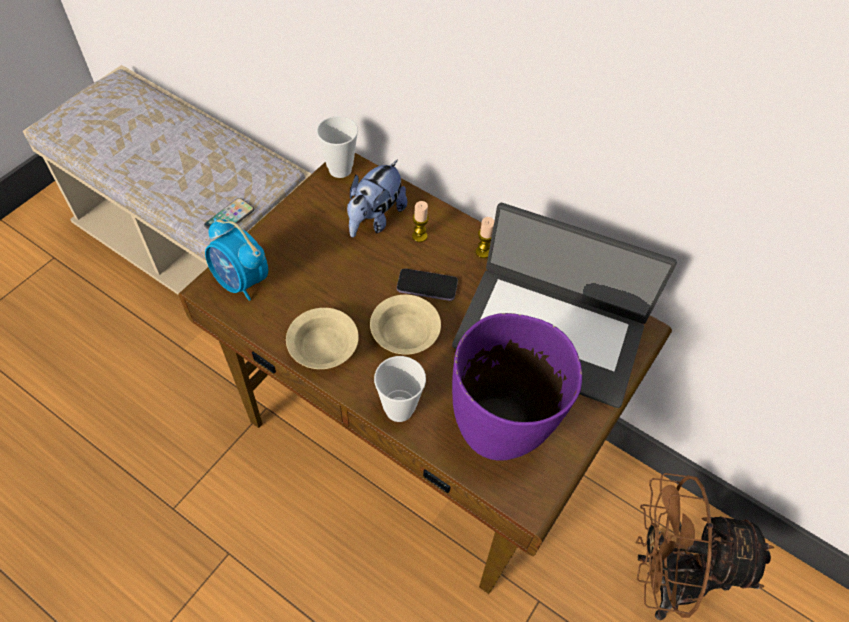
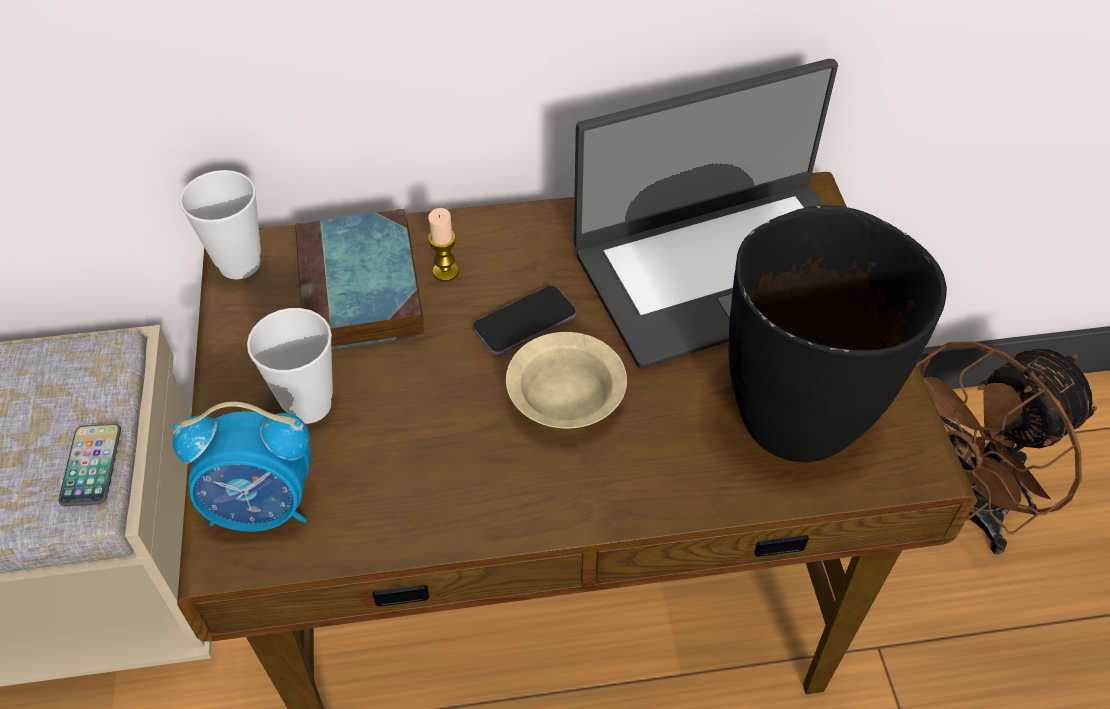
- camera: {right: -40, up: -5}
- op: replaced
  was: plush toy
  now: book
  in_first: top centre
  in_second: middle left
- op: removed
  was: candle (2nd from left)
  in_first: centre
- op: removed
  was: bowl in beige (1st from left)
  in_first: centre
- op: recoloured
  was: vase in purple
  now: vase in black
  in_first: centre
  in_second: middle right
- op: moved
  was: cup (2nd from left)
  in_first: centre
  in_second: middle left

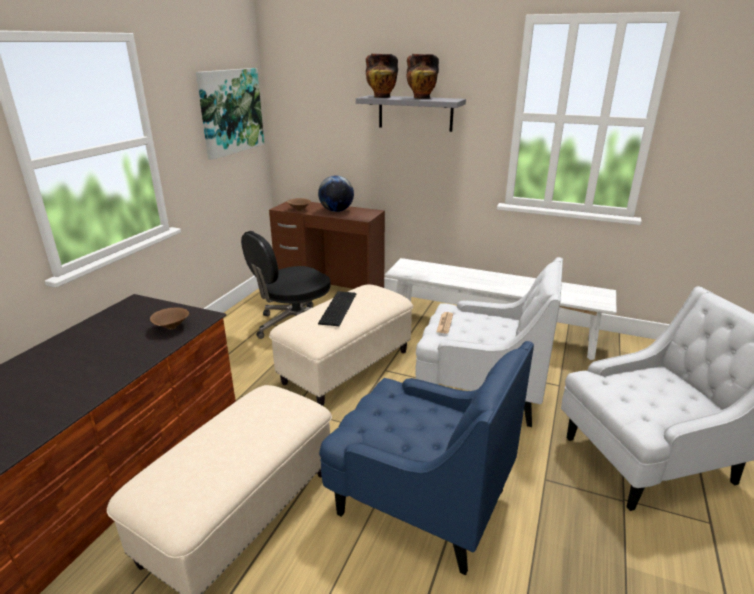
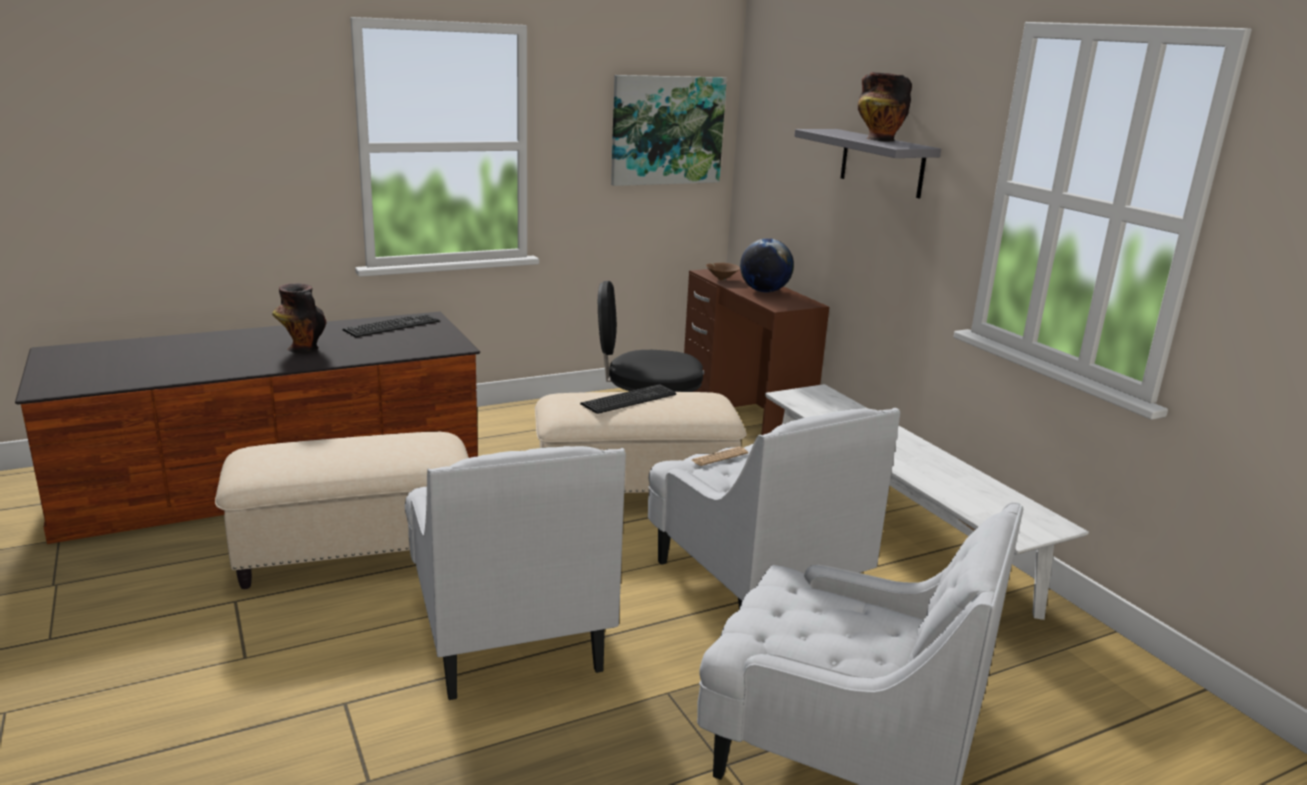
- camera: {right: 40, up: -5}
- op: moved
  was: vase (1st from left)
  in_first: top centre
  in_second: middle left
- op: removed
  was: bowl in brown (1st from left)
  in_first: middle left
- op: recoloured
  was: armchair in blue
  now: armchair in white (1st from left)
  in_first: bottom centre
  in_second: bottom centre
- op: added
  now: keyboard (1st from left)
  in_second: middle left

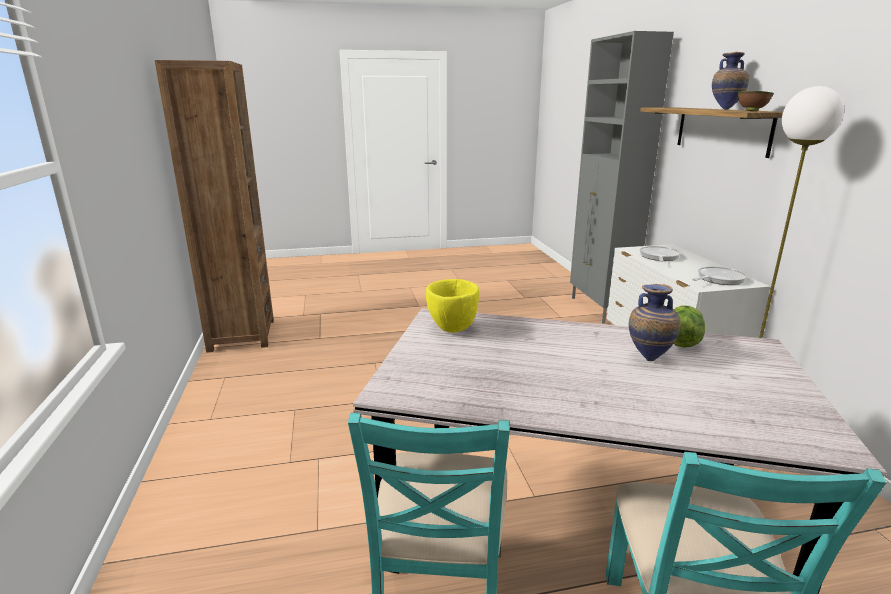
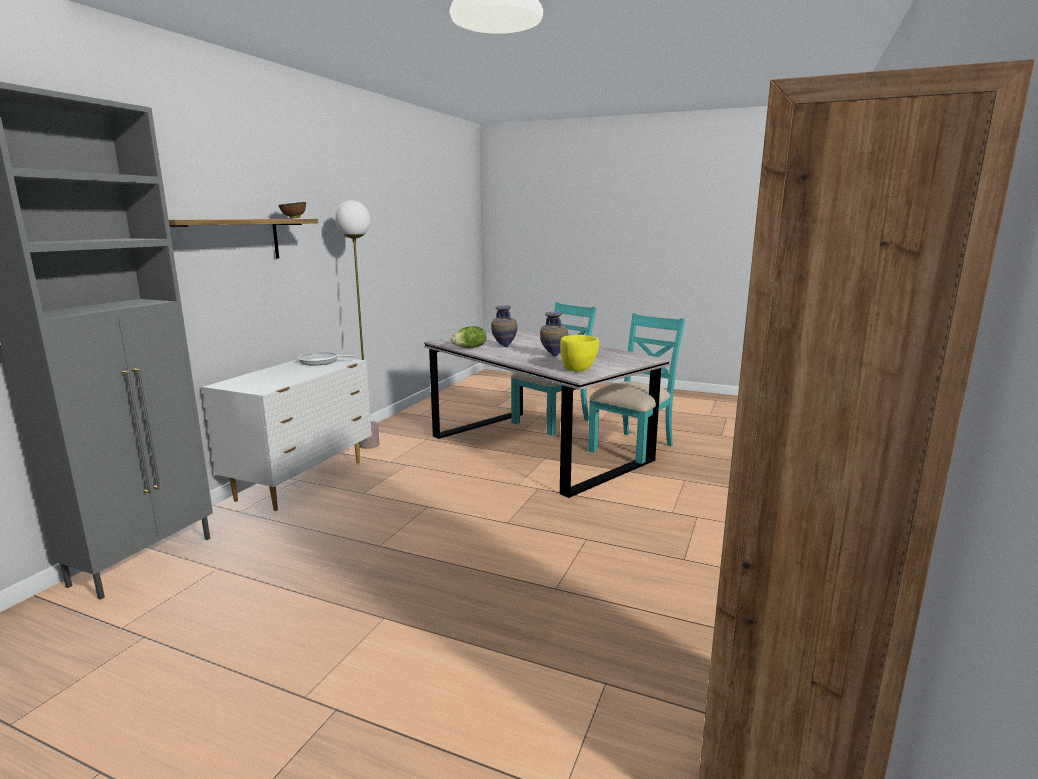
- camera: {right: -145, up: -5}
- op: moved
  was: vase (2nd from left)
  in_first: top right
  in_second: centre
- op: removed
  was: frying pan (1st from left)
  in_first: middle right

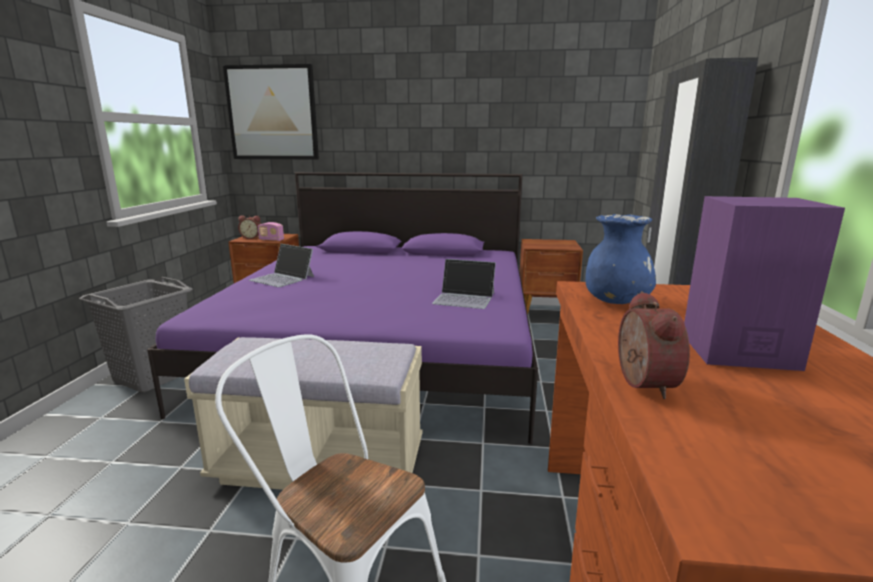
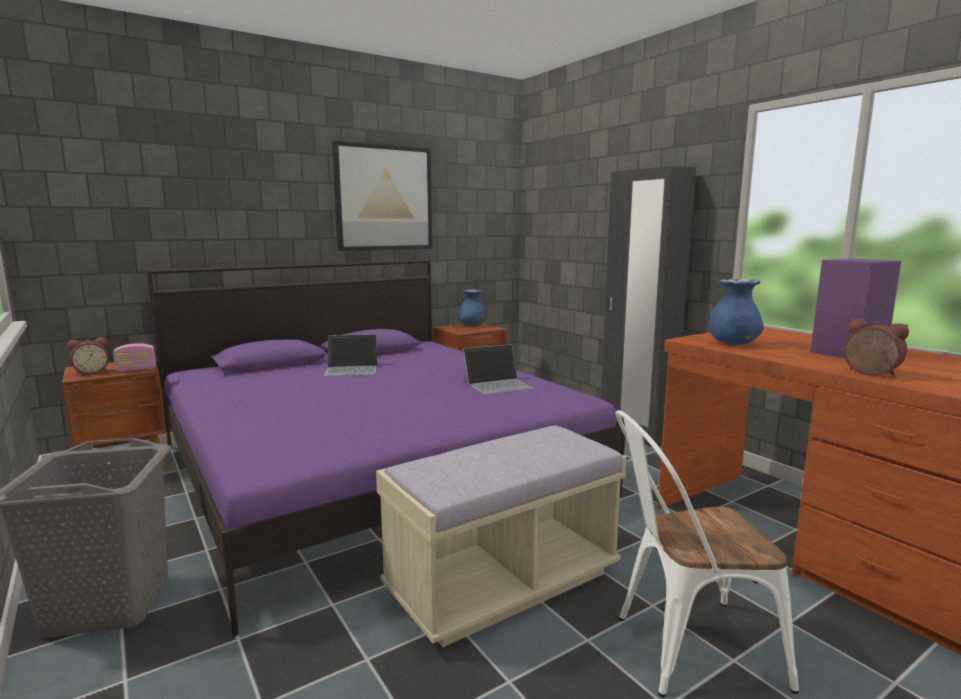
- camera: {right: -40, up: -5}
- op: moved
  was: picture
  in_first: top left
  in_second: top centre
- op: moved
  was: laptop (1st from left)
  in_first: middle left
  in_second: centre
- op: added
  now: vase in blue (1st from left)
  in_second: centre

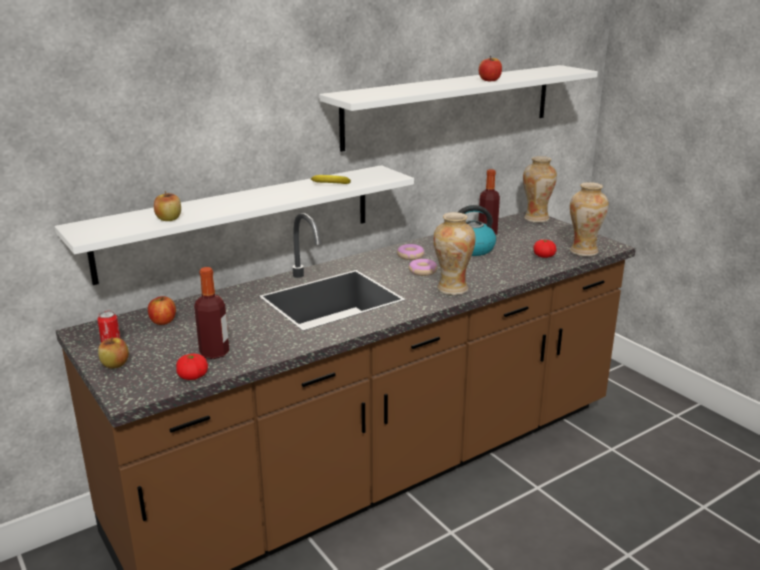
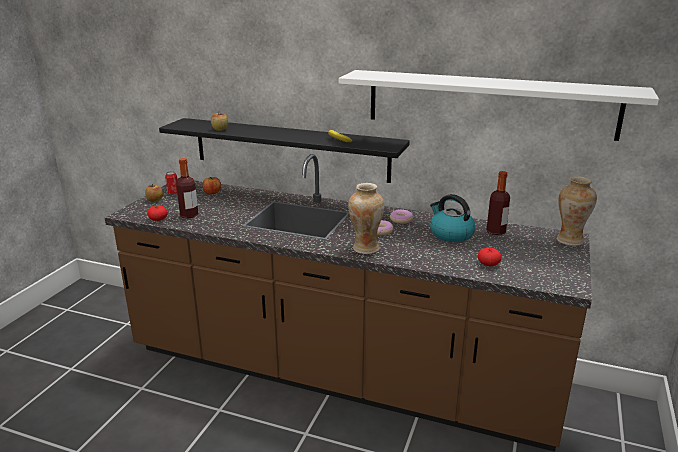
- camera: {right: 55, up: 0}
- op: removed
  was: apple (4th from left)
  in_first: top centre
- op: recoloured
  was: shelf in white (1st from left)
  now: shelf in black
  in_first: middle left
  in_second: top centre
- op: removed
  was: vase (3rd from left)
  in_first: middle right

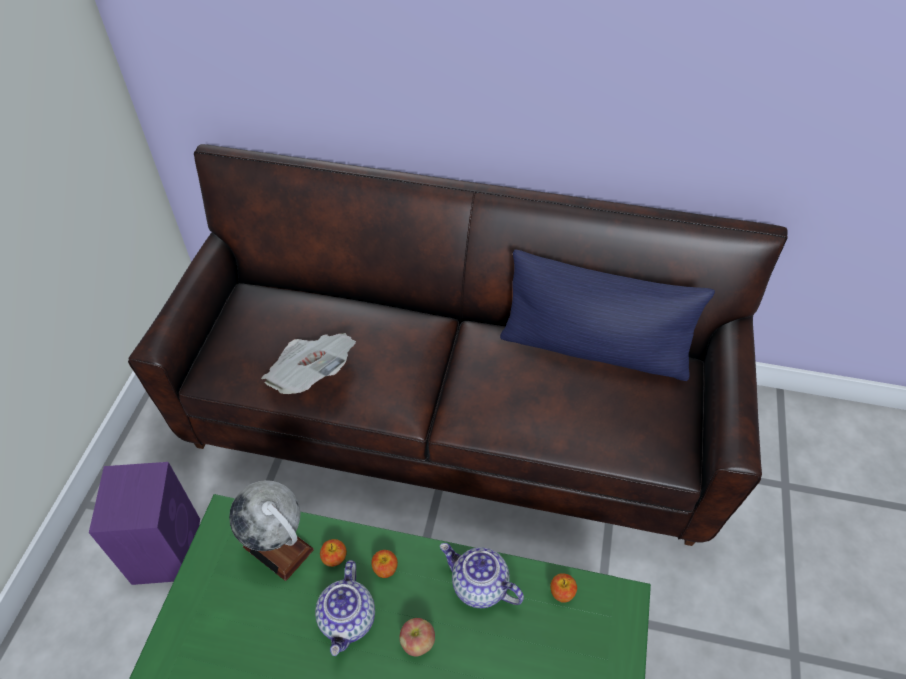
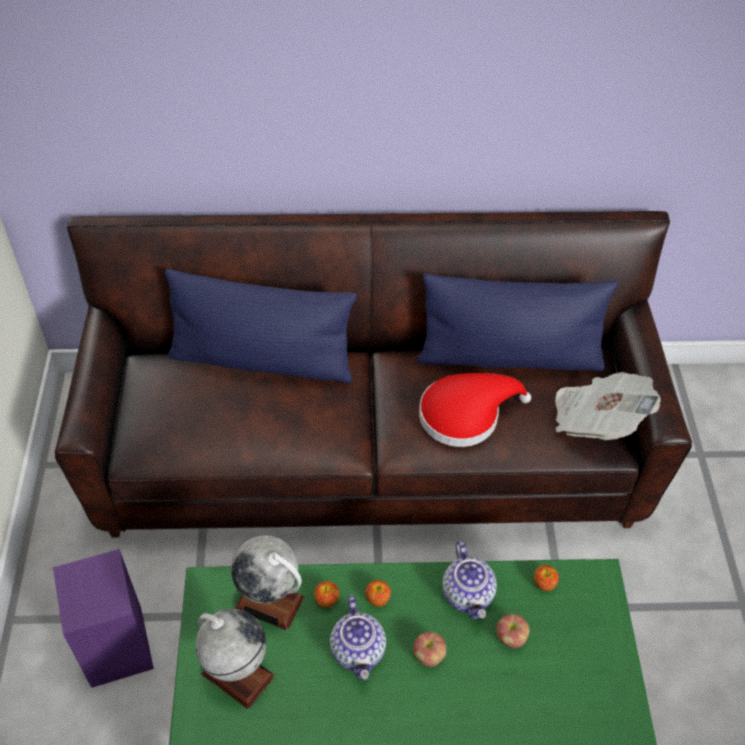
- camera: {right: -15, up: 0}
- op: moved
  was: newspaper
  in_first: centre
  in_second: middle right
- op: turned
  was: teapot (2nd from left)
  in_first: bottom centre
  in_second: bottom centre
  clockwise: -120
- op: added
  now: pillow in blue (1st from left)
  in_second: centre
- op: added
  now: hat in red
  in_second: centre
- op: added
  now: globe (1st from left)
  in_second: bottom left
- op: added
  now: apple (4th from left)
  in_second: bottom right

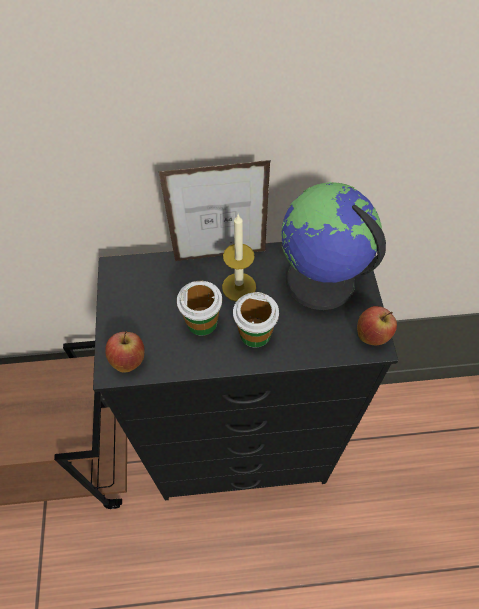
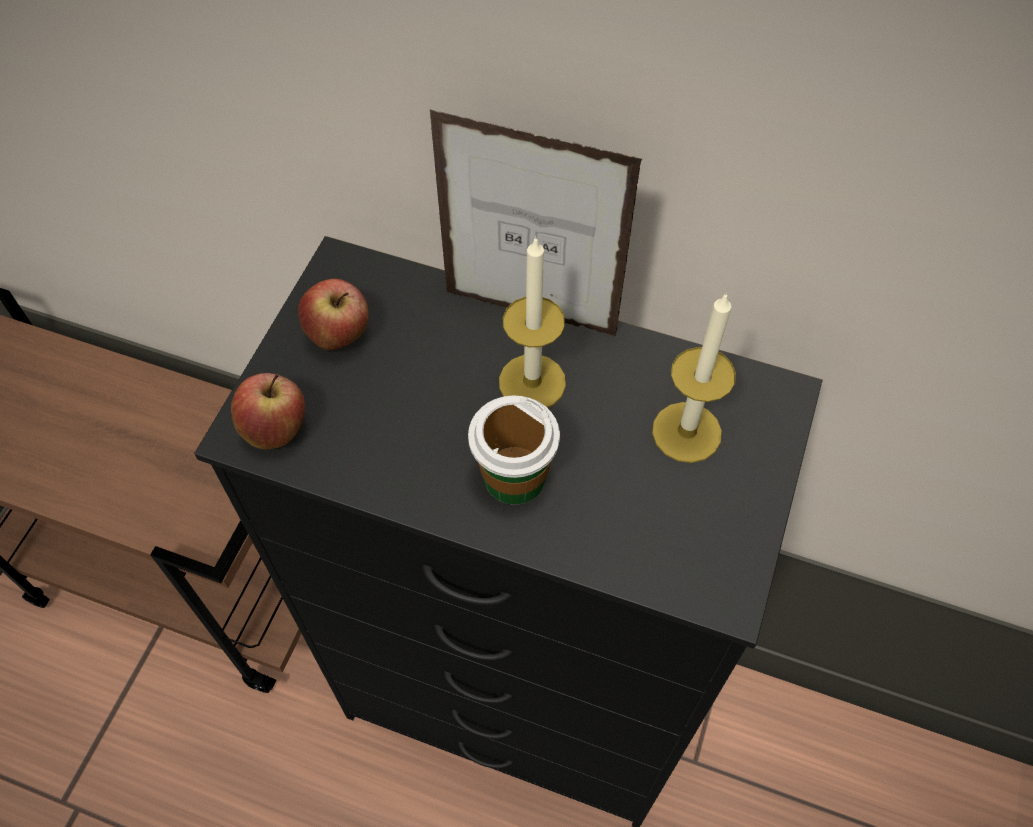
- camera: {right: 25, up: 0}
- op: replaced
  was: globe
  now: candle (2nd from left)
  in_first: middle right
  in_second: middle right
- op: removed
  was: cup (1st from left)
  in_first: centre
- op: moved
  was: apple (2nd from left)
  in_first: middle right
  in_second: middle left

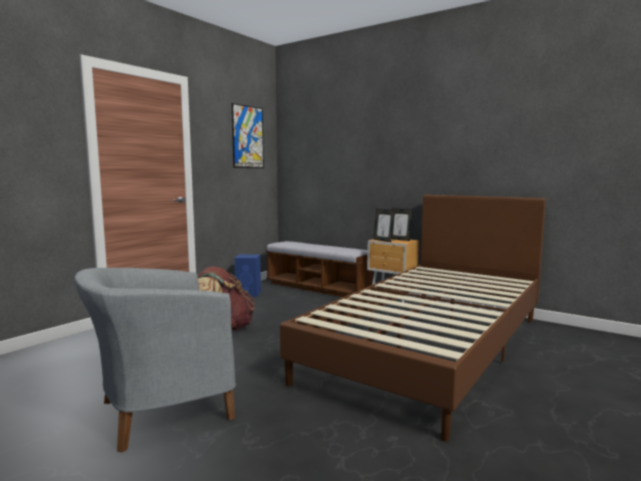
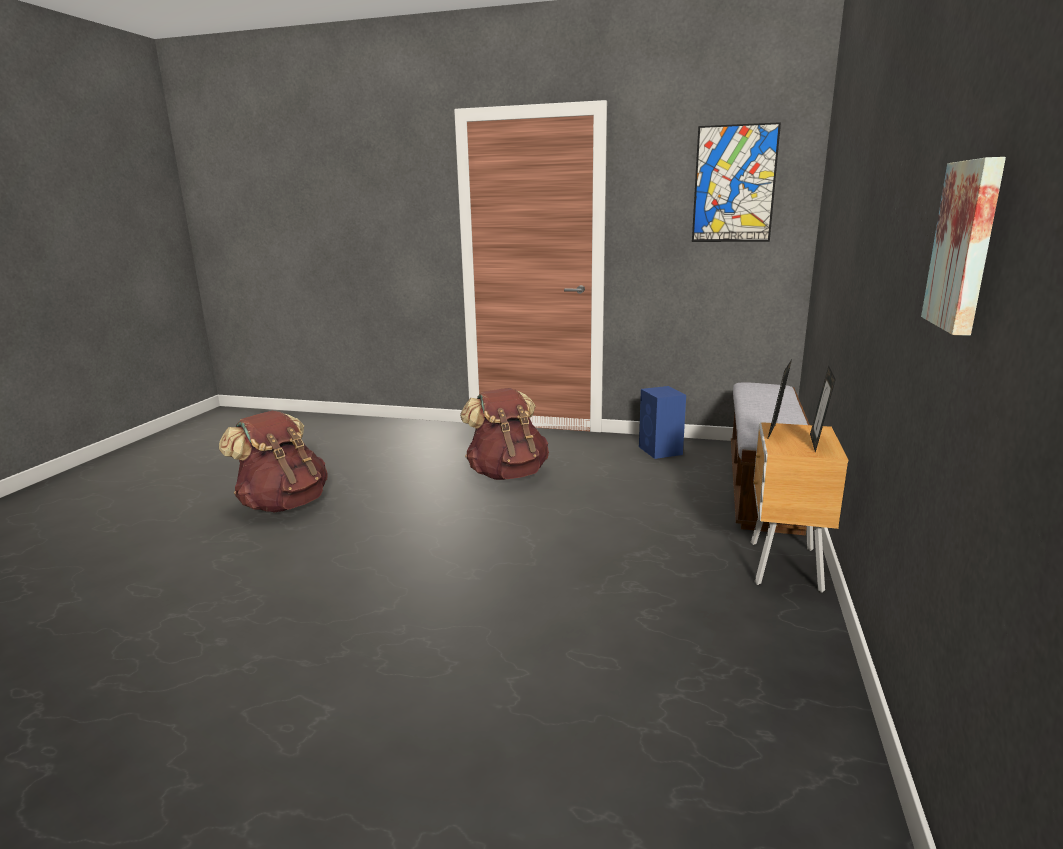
- camera: {right: 70, up: 10}
- op: removed
  was: bed in brown
  in_first: centre
- op: replaced
  was: armchair in grey
  now: backpack in brown (1st from left)
  in_first: bottom left
  in_second: middle left
- op: added
  now: picture (2nd from left)
  in_second: top right

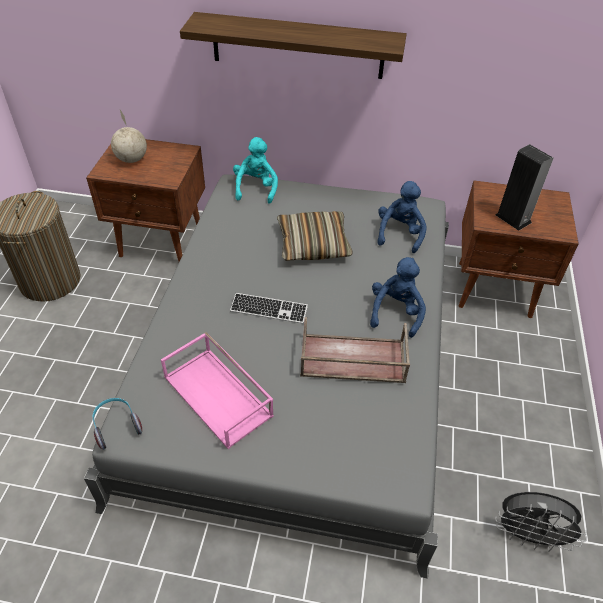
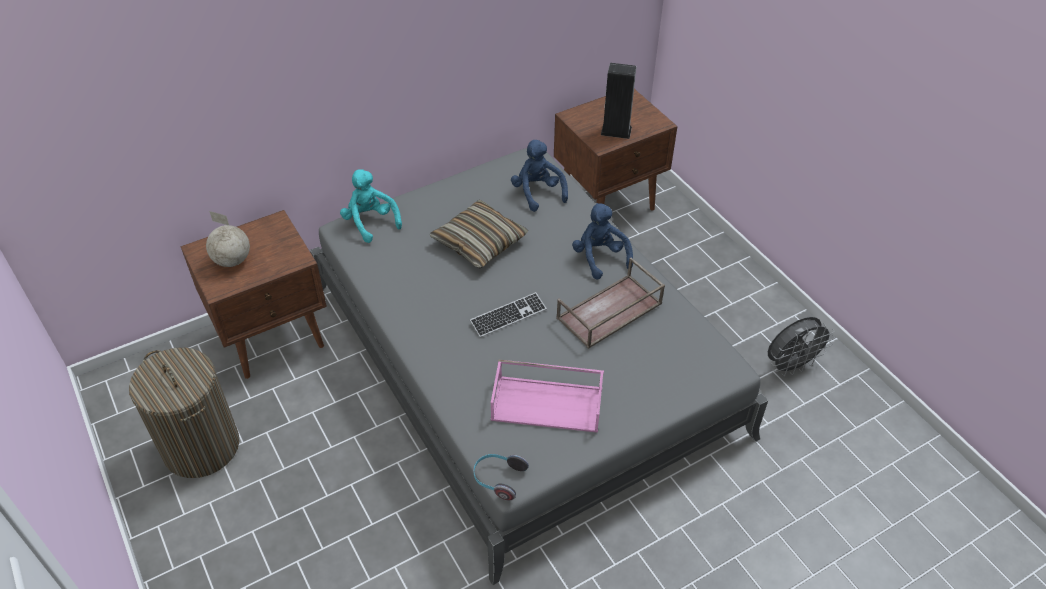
- camera: {right: -40, up: 0}
- op: removed
  was: shelf
  in_first: top centre

